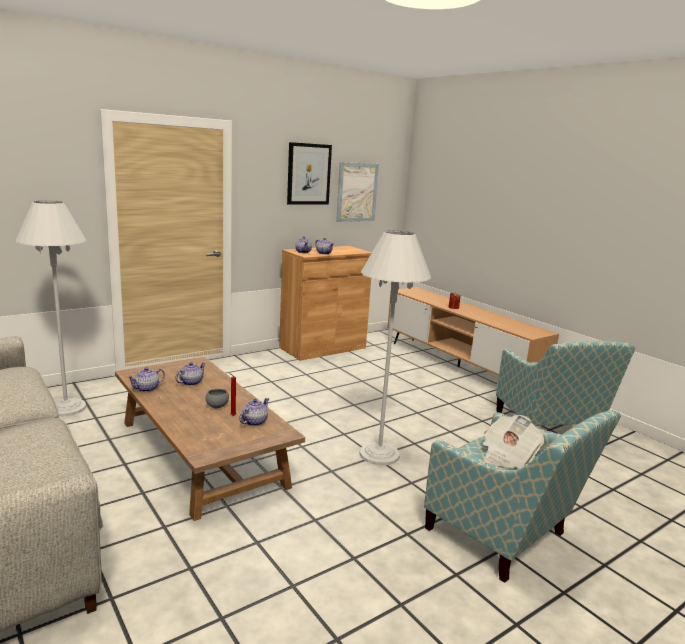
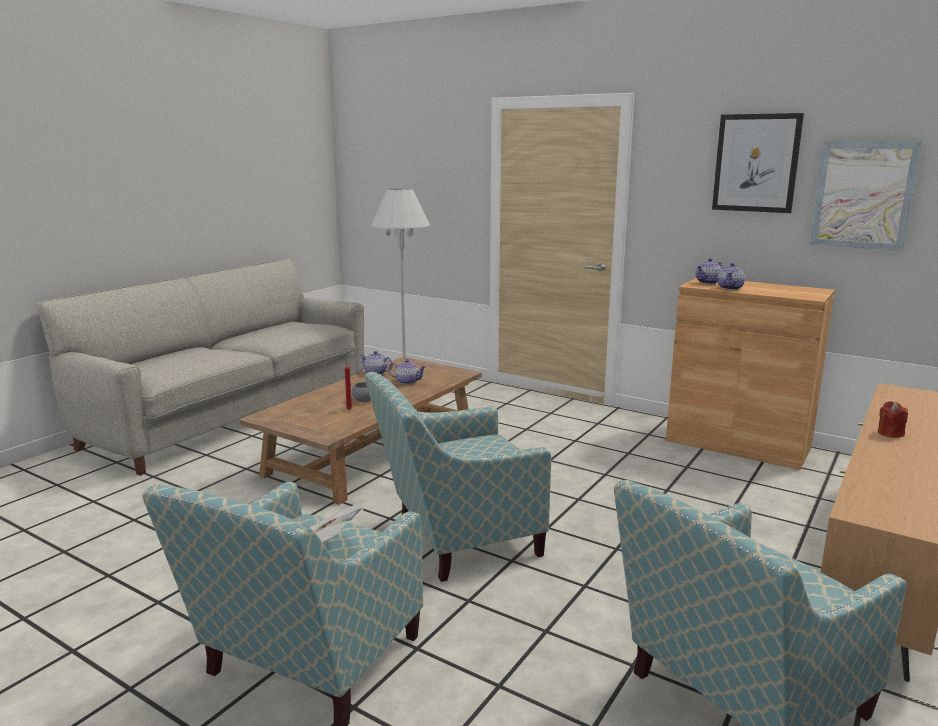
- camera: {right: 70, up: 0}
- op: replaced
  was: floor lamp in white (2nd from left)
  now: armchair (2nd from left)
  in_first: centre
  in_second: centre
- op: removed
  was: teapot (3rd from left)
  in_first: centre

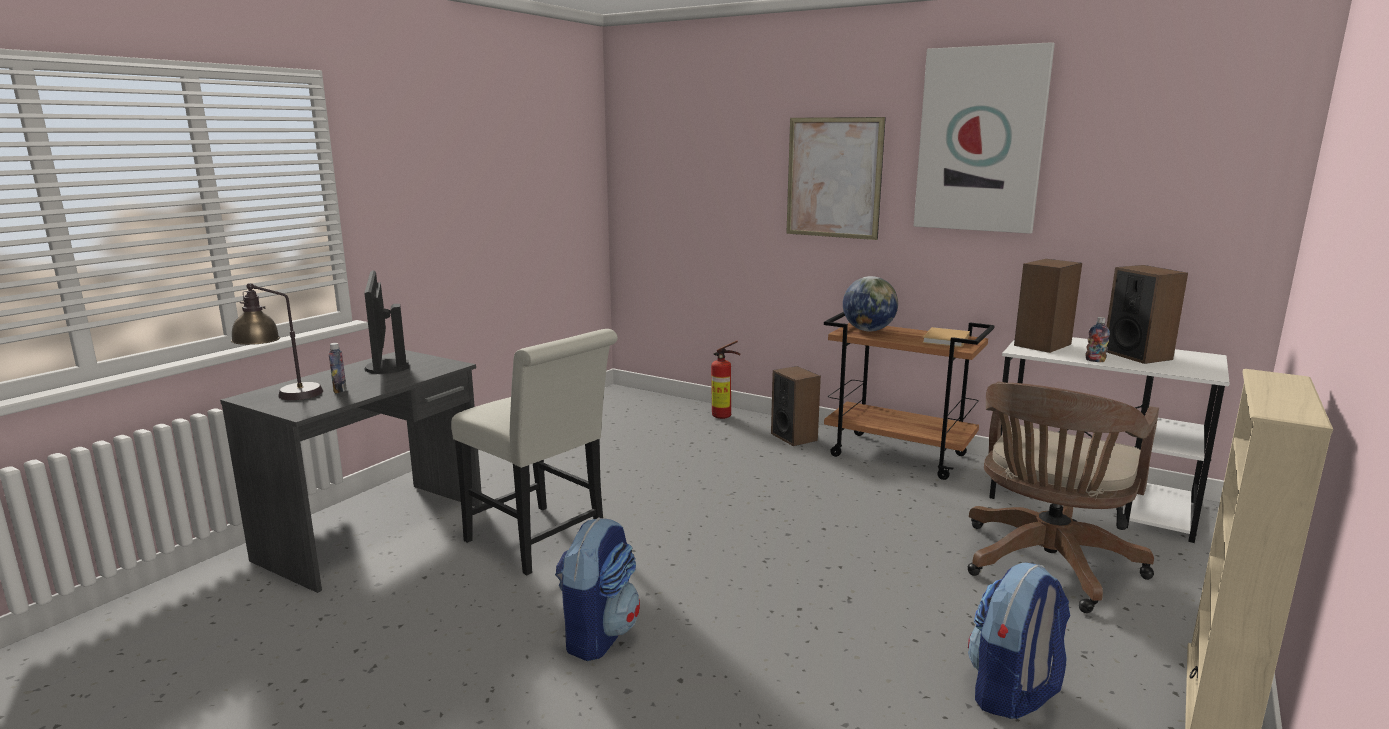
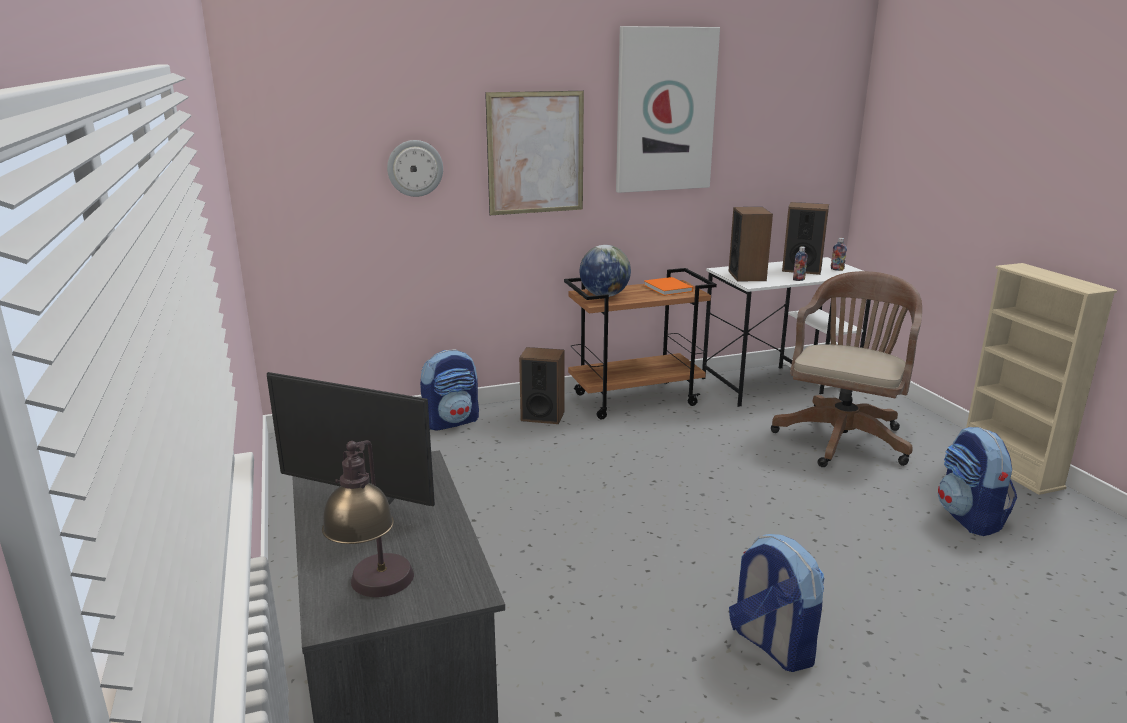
- camera: {right: -50, up: 5}
- op: recoloured
  was: book in beige
  now: book in orange
  in_first: middle right
  in_second: centre
- op: removed
  was: chair in white
  in_first: centre
- op: replaced
  was: fire extinguisher
  now: backpack (1st from left)
  in_first: centre
  in_second: centre
- op: moved
  was: bottle (1st from left in the first image)
  now: bottle (2nd from left)
  in_first: middle left
  in_second: middle right
- op: turned
  was: office chair in brown
  in_first: bottom right
  in_second: middle right
  clockwise: -135
- op: added
  now: wall clock
  in_second: top centre

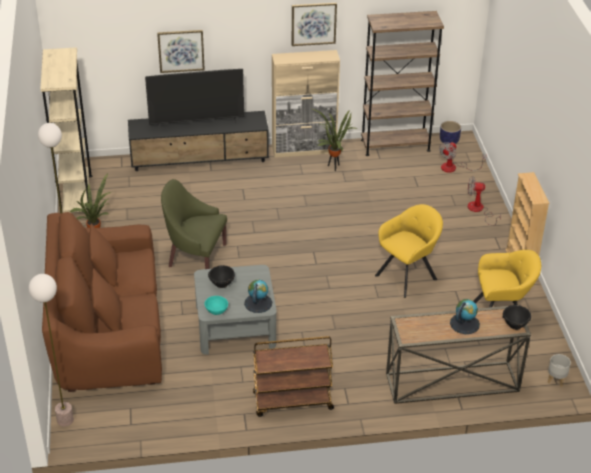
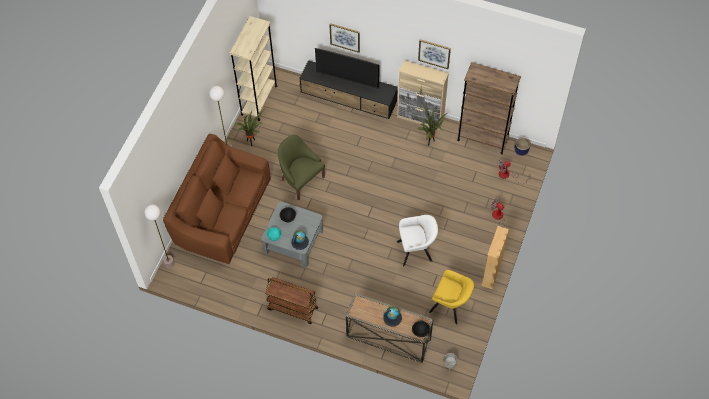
- camera: {right: 30, up: 20}
- op: recoloured
  was: armchair in yellow (1st from left)
  now: armchair in white
  in_first: middle right
  in_second: centre

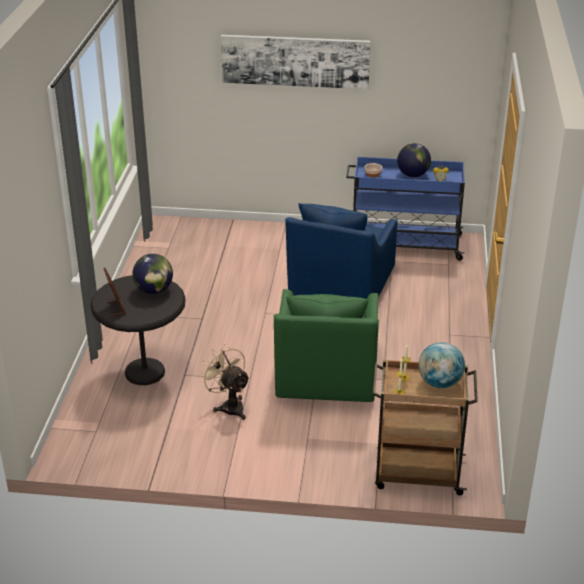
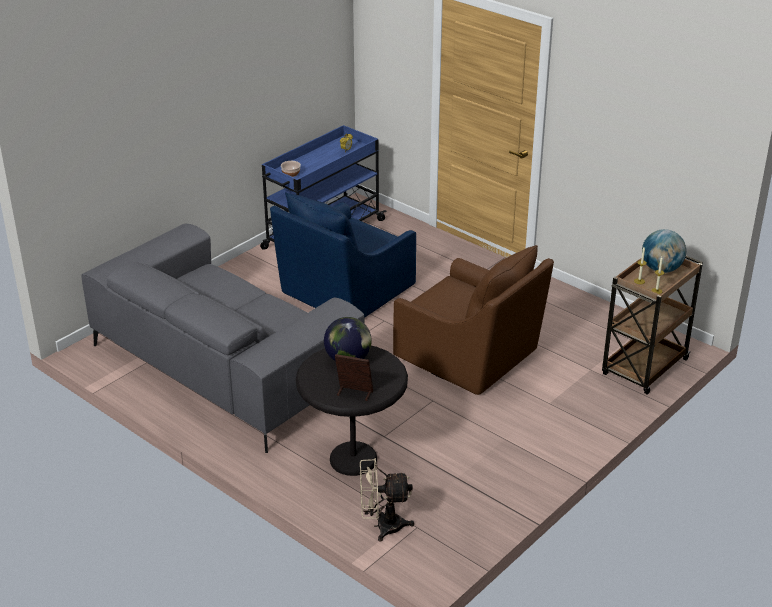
- camera: {right: -55, up: 0}
- op: removed
  was: picture
  in_first: top centre
- op: removed
  was: globe (2nd from left)
  in_first: top right
- op: turned
  was: armchair in blue
  in_first: centre
  in_second: centre
  clockwise: 75
- op: recoloured
  was: armchair in green
  now: armchair in brown
  in_first: centre
  in_second: centre
- op: moved
  was: fan in beige
  in_first: centre
  in_second: bottom centre
- op: added
  now: sofa in grey
  in_second: middle left

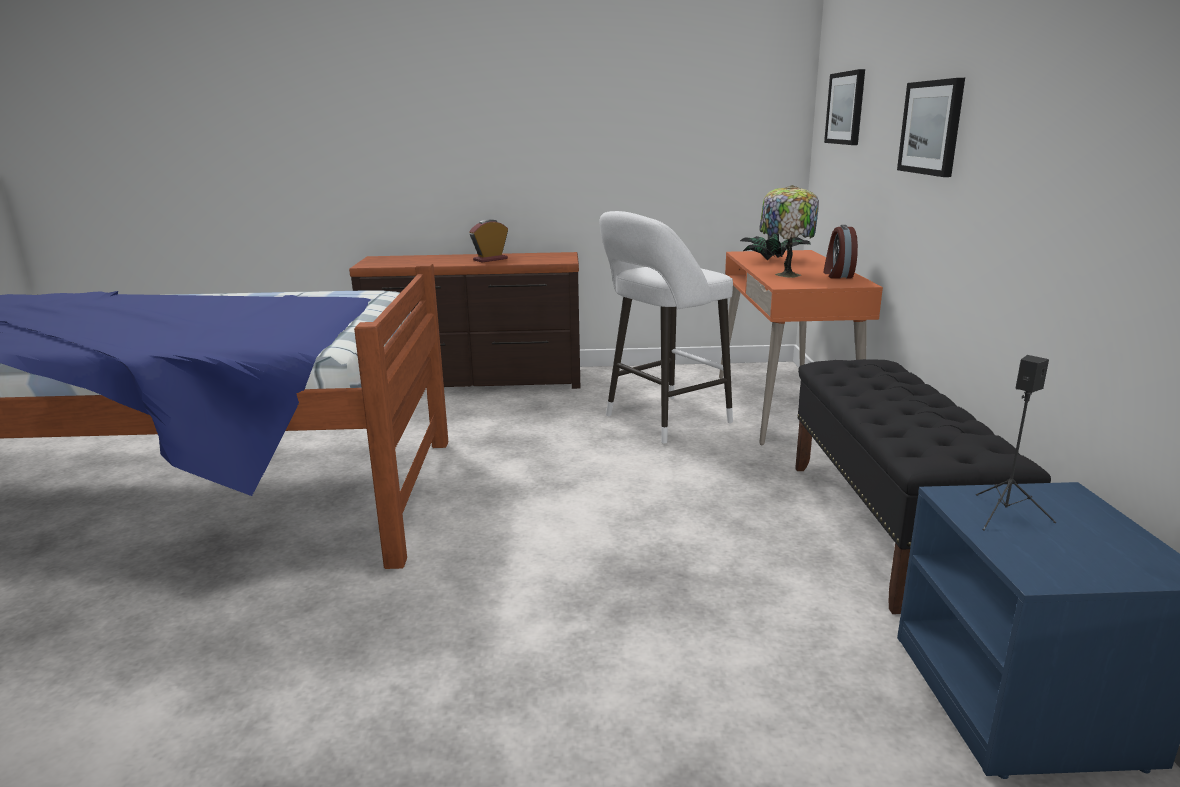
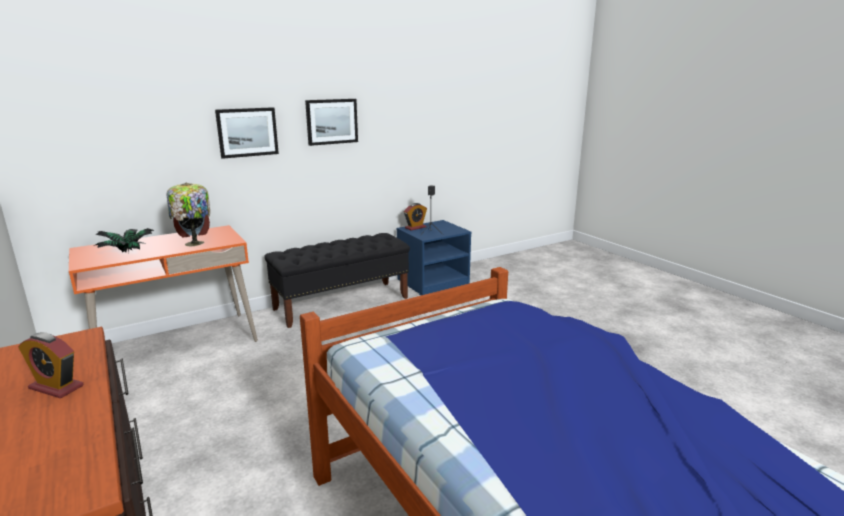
- camera: {right: -120, up: 0}
- op: moved
  was: picture (1st from left in the first image)
  now: picture (2nd from left)
  in_first: top right
  in_second: top centre
- op: removed
  was: stool in white
  in_first: centre
- op: added
  now: alarm clock (3rd from left)
  in_second: centre

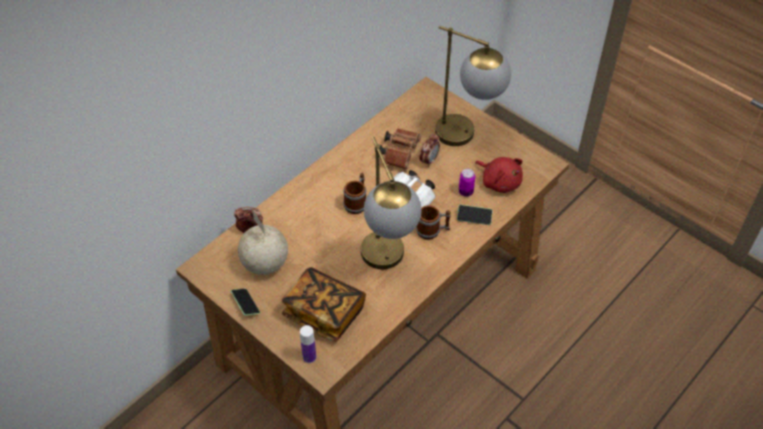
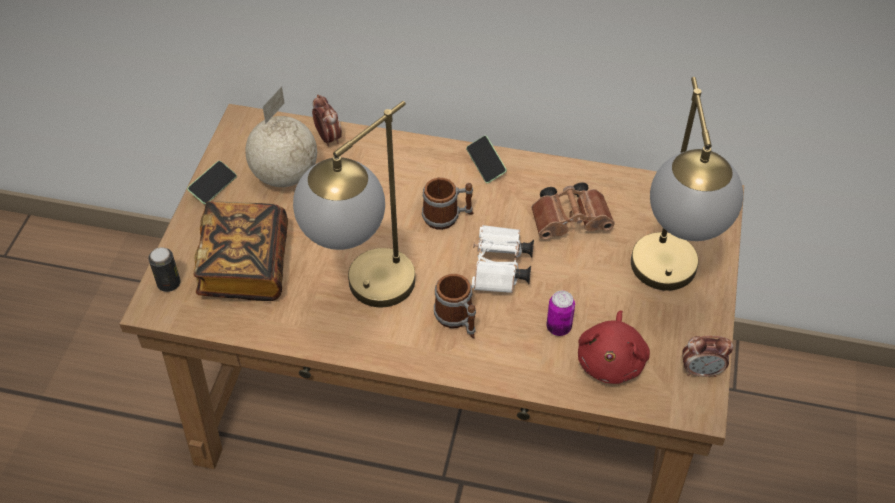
- camera: {right: 60, up: 0}
- op: moved
  was: alarm clock (2nd from left)
  in_first: centre
  in_second: bottom right
- op: moved
  was: phone (2nd from left)
  in_first: centre
  in_second: top centre
- op: replaced
  was: bottle
  now: can (1st from left)
  in_first: bottom centre
  in_second: middle left

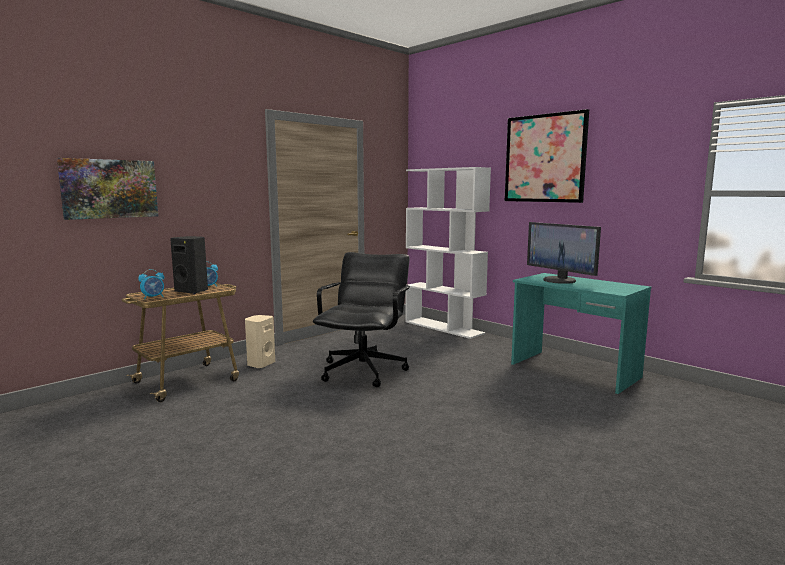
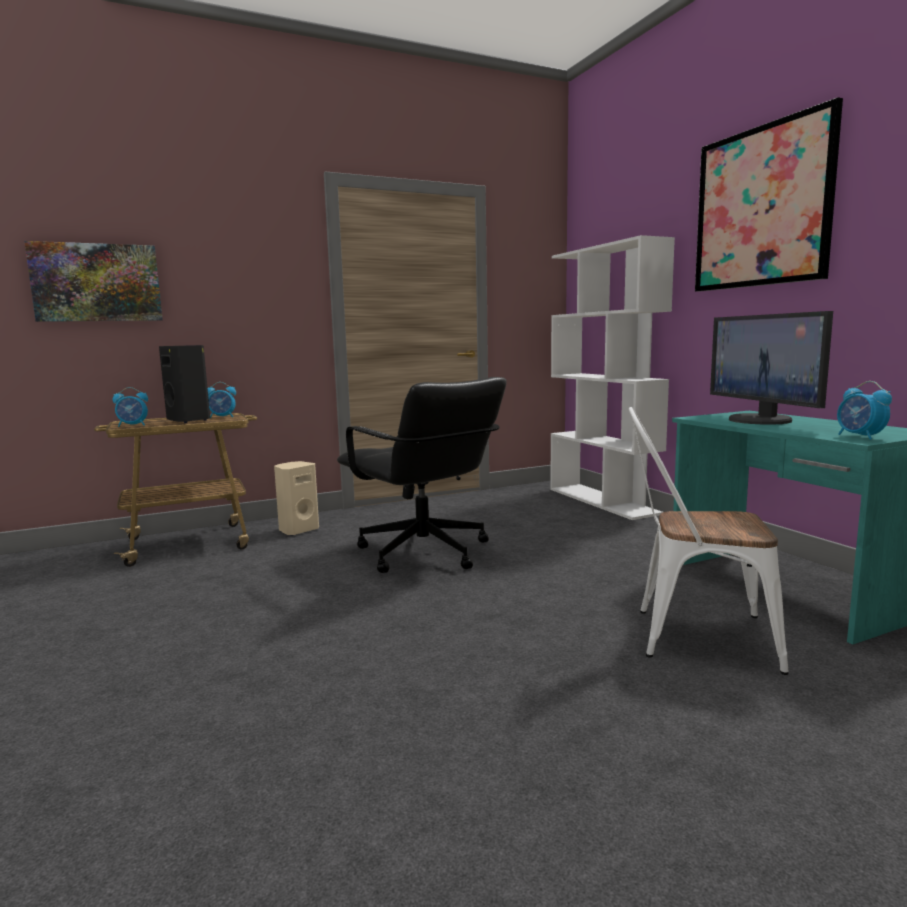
- camera: {right: 20, up: 0}
- op: turned
  was: office chair in black
  in_first: centre
  in_second: centre
  clockwise: 105
- op: added
  now: alarm clock (3rd from left)
  in_second: middle right
- op: added
  now: chair in white
  in_second: middle right

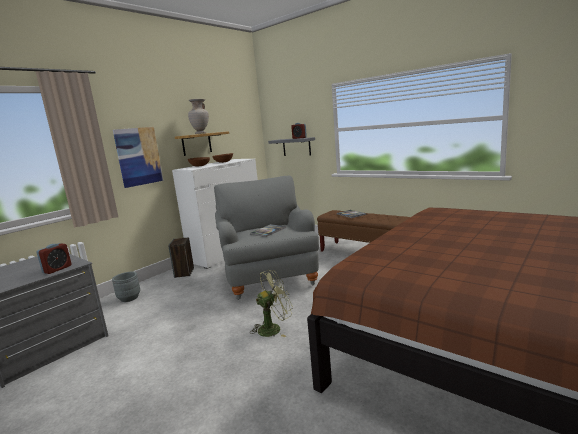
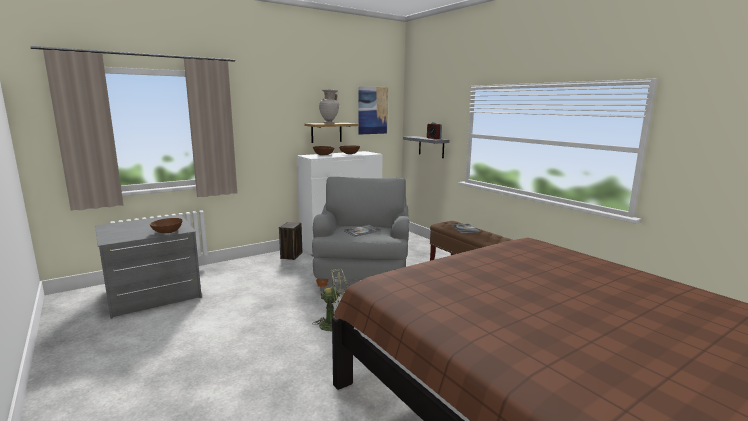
- camera: {right: 15, up: 0}
- op: moved
  was: picture
  in_first: middle left
  in_second: top centre
- op: replaced
  was: alarm clock (1st from left)
  now: bowl in brown (1st from left)
  in_first: middle left
  in_second: middle left
- op: removed
  was: planter in grey
  in_first: middle left

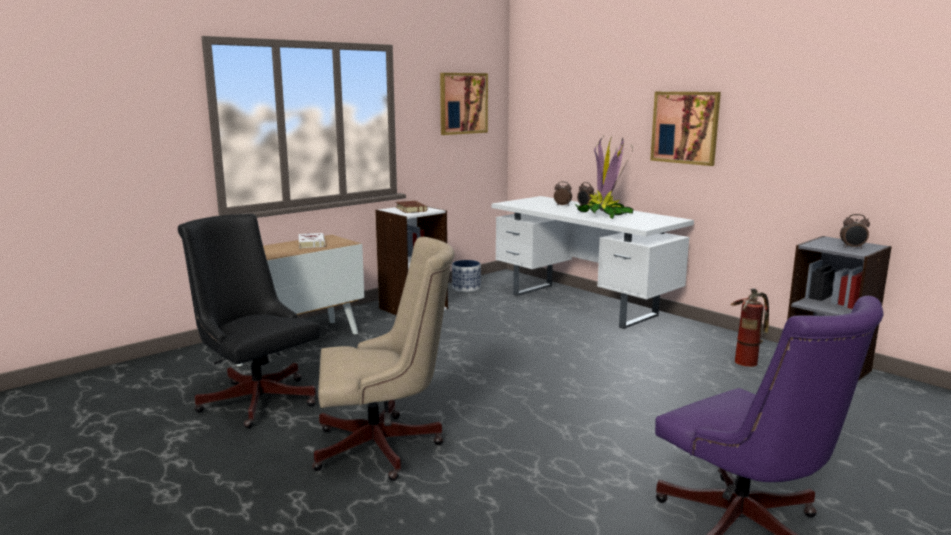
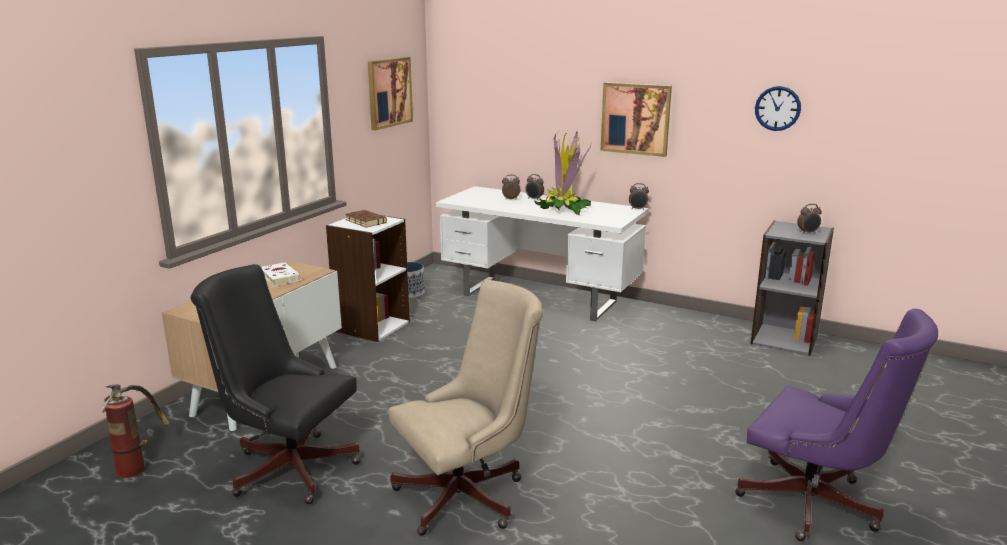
- camera: {right: -20, up: 5}
- op: moved
  was: fire extinguisher
  in_first: middle right
  in_second: bottom left
- op: added
  now: wall clock
  in_second: top right
- op: added
  now: alarm clock (3rd from left)
  in_second: centre

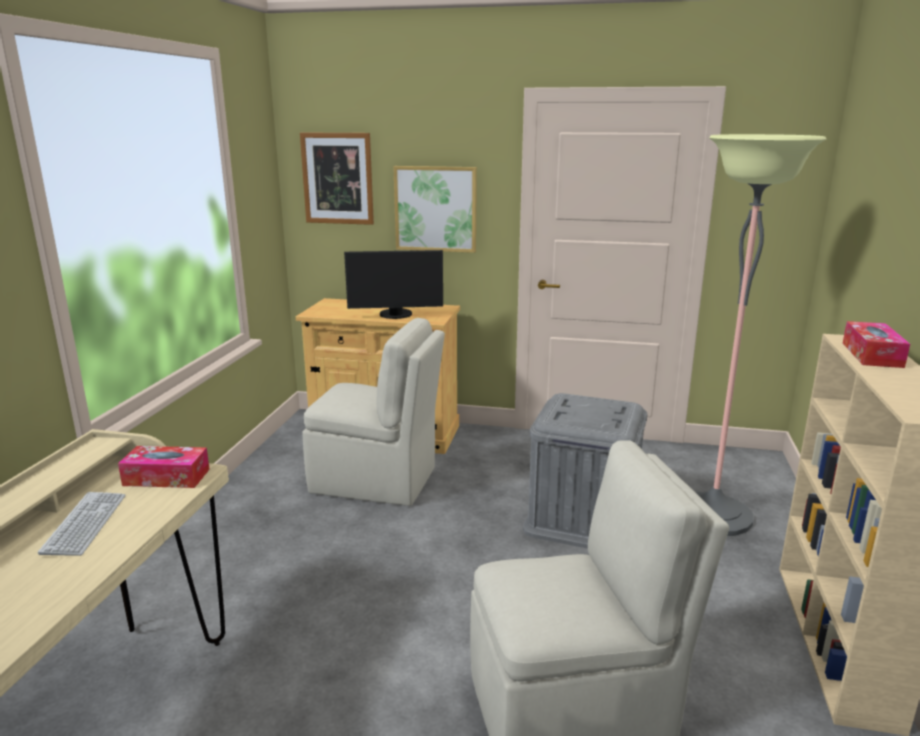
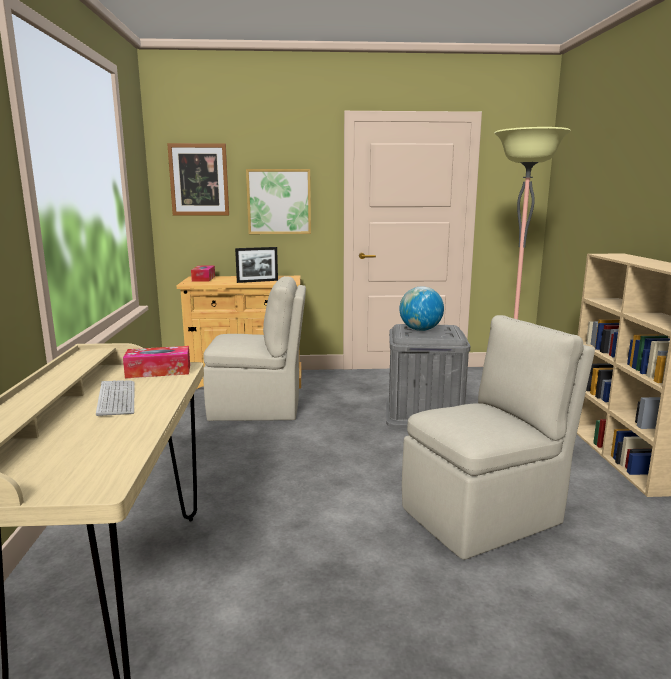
- camera: {right: -15, up: -5}
- op: replaced
  was: monitor
  now: picture frame
  in_first: centre
  in_second: centre
- op: moved
  was: tissue box (2nd from left)
  in_first: middle right
  in_second: middle left
- op: added
  now: globe
  in_second: centre

